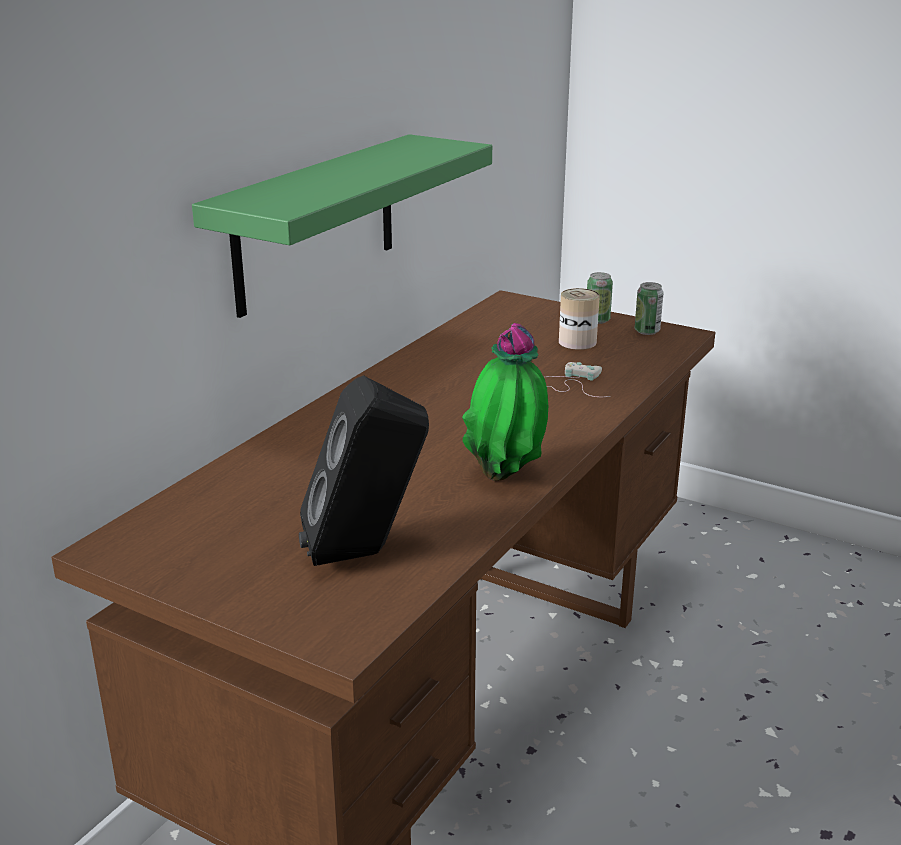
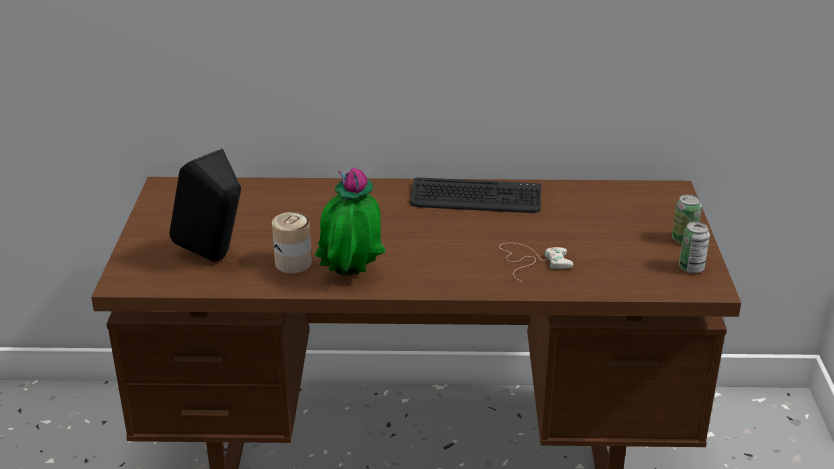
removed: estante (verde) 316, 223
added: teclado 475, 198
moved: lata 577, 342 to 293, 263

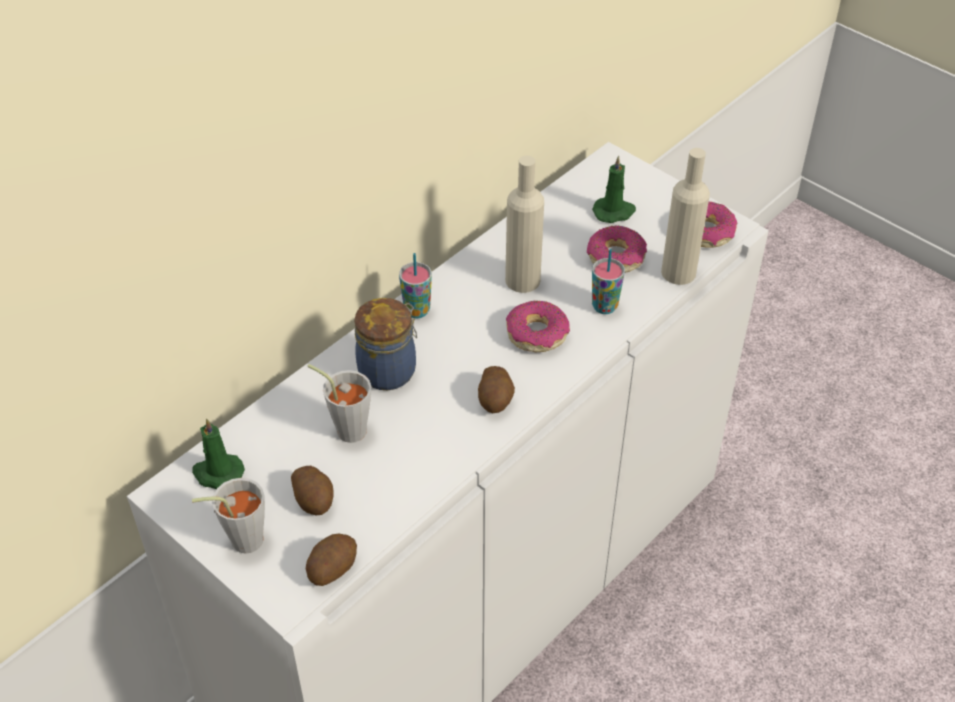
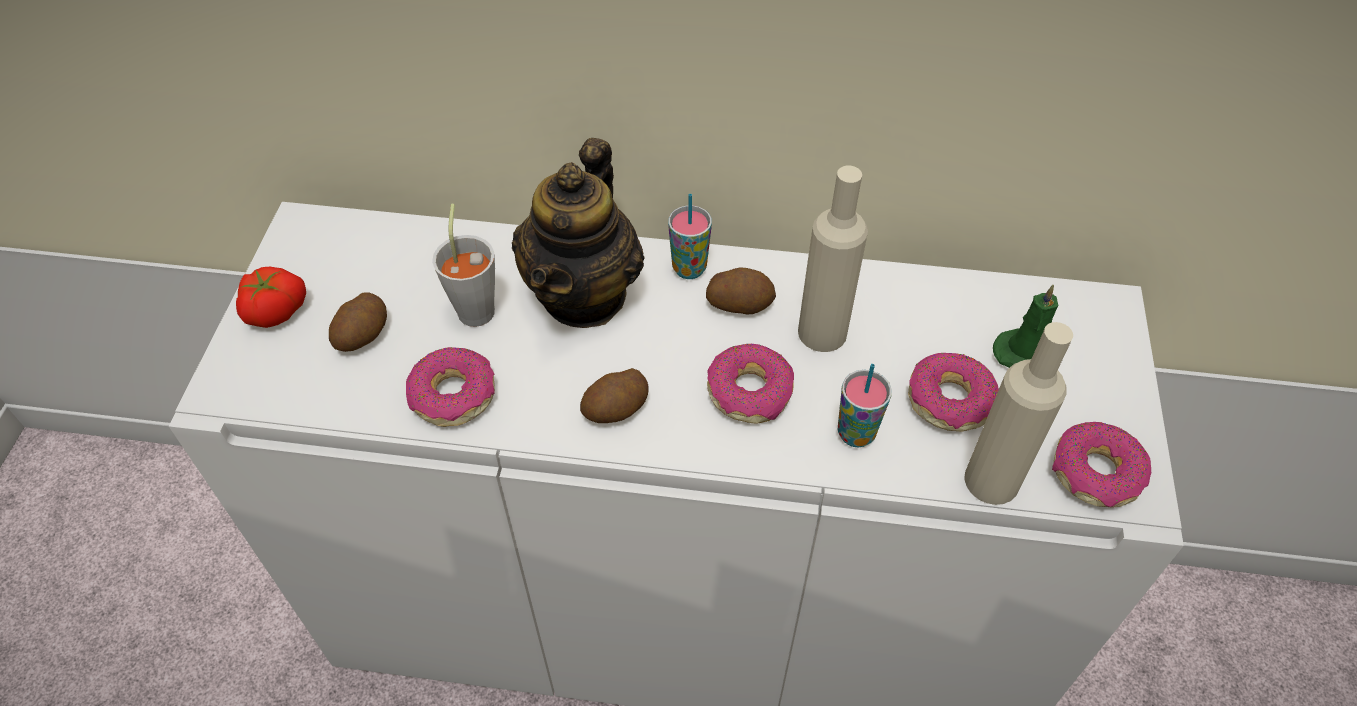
removed: vela (verde) 217, 473
added: rosquilla 453, 395
moved: patata 331, 568 to 739, 303
replaced: tarro 389, 370 to tetera 584, 294; taza (gris) 239, 541 to tomate 274, 309

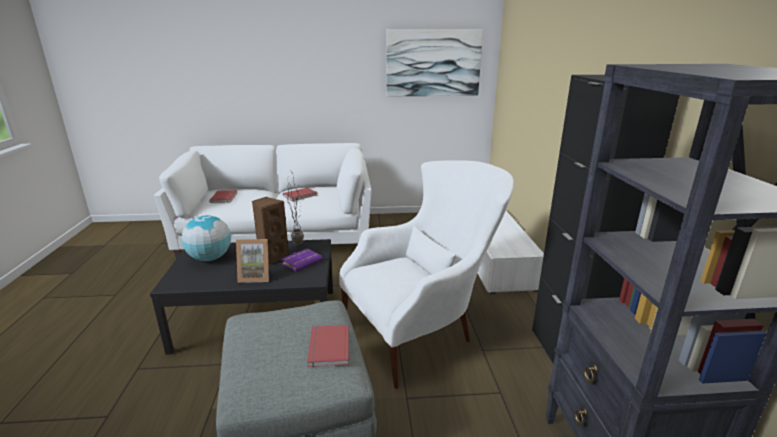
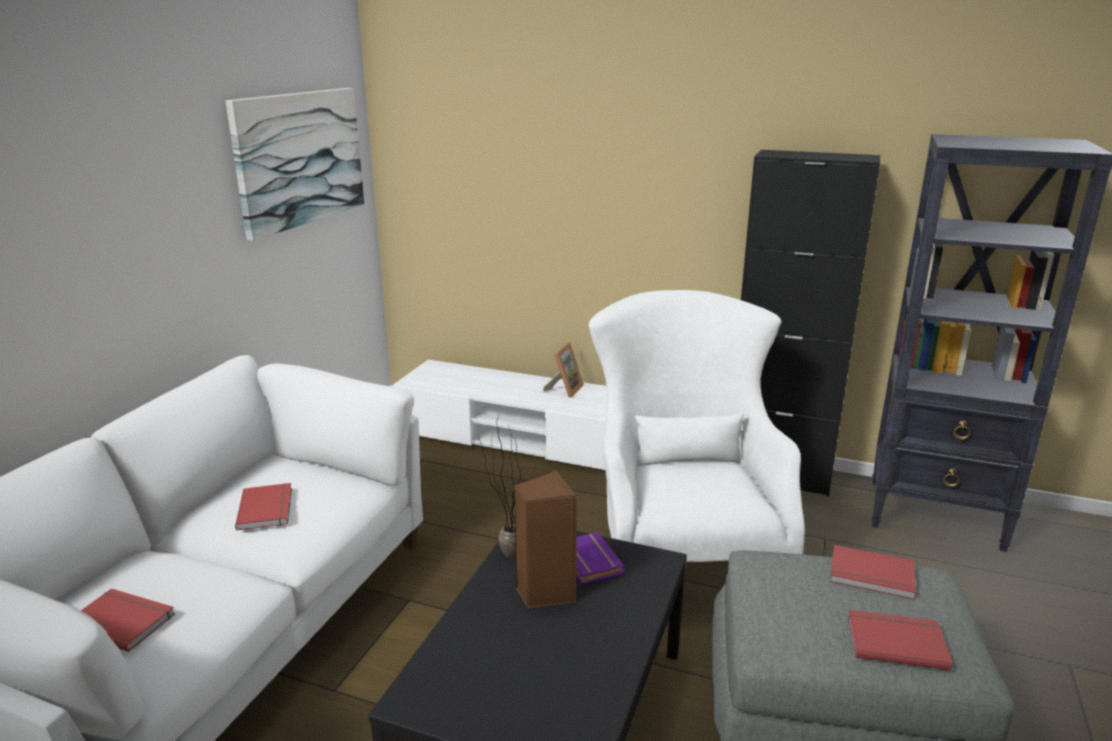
removed: globo terráqueo 210, 258
added: libro (rojo) 895, 640
moved: portarretratos 255, 276 to 564, 389

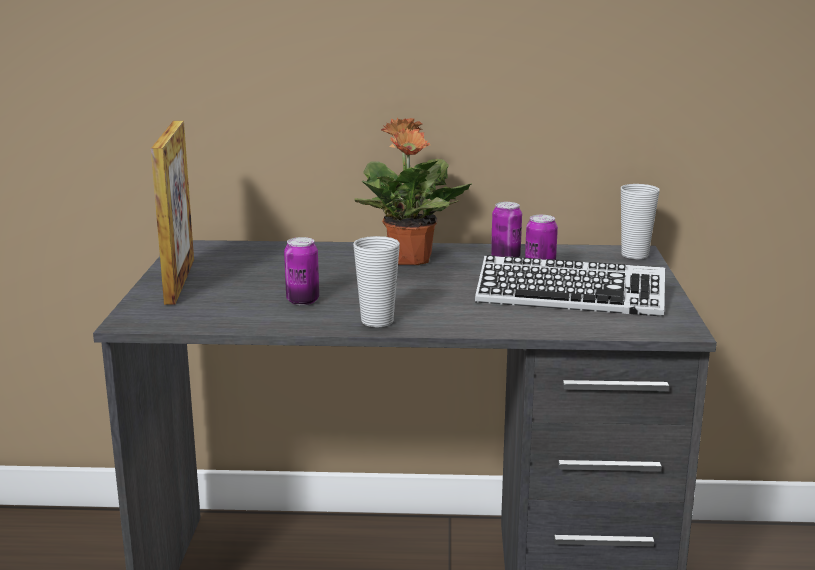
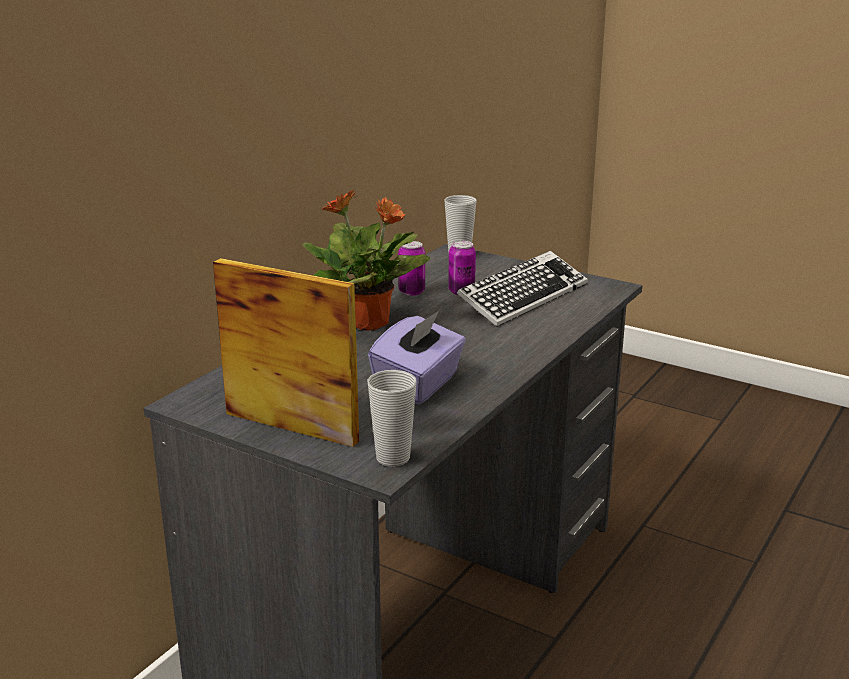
moved: taza 377, 321 to 393, 458
replaced: lata 302, 301 to caja de pañuelos (morado) 419, 385

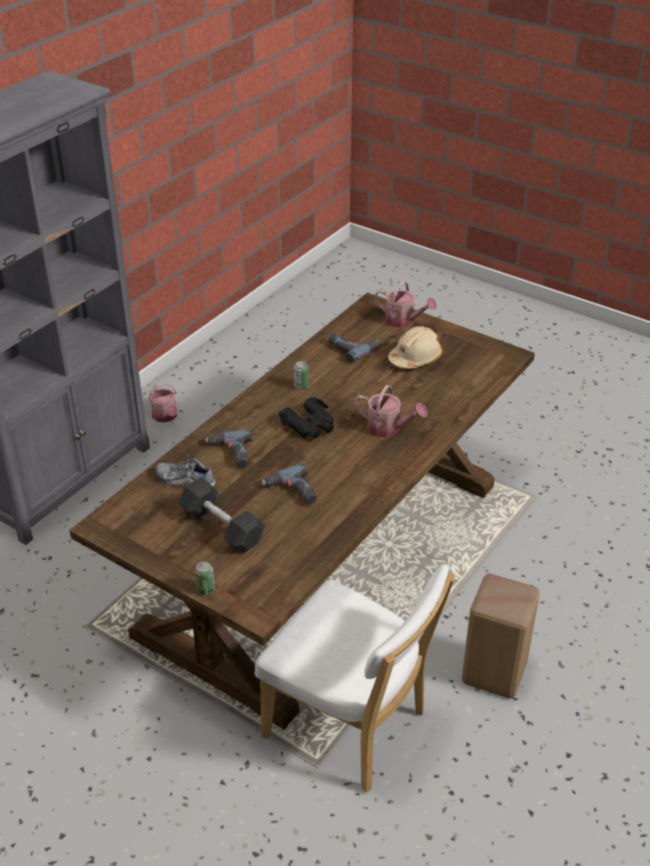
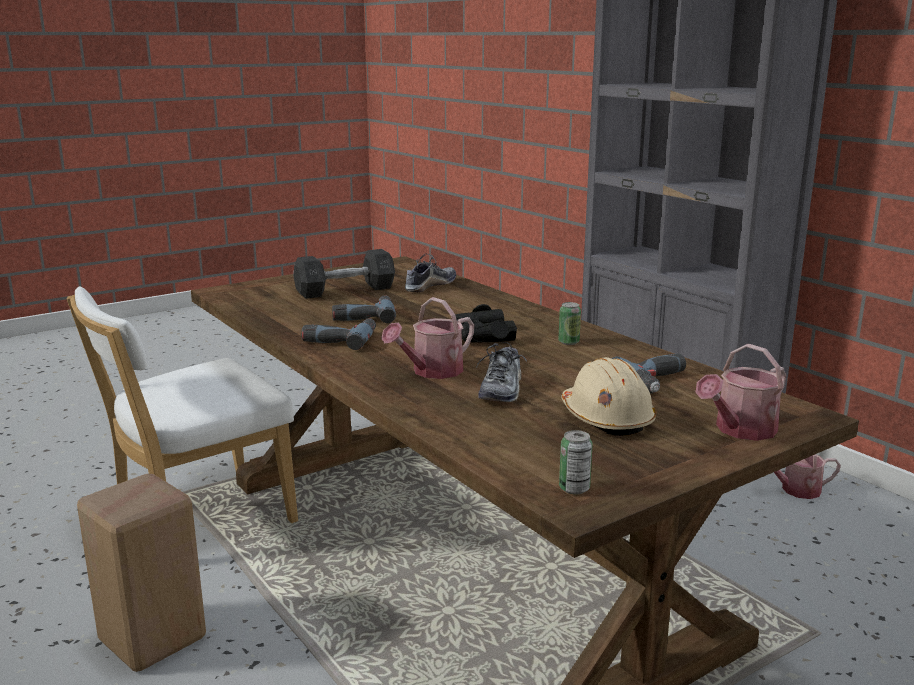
added: zapato 502, 390
moved: taladro 230, 454 to 340, 339; lata 205, 590 to 574, 488

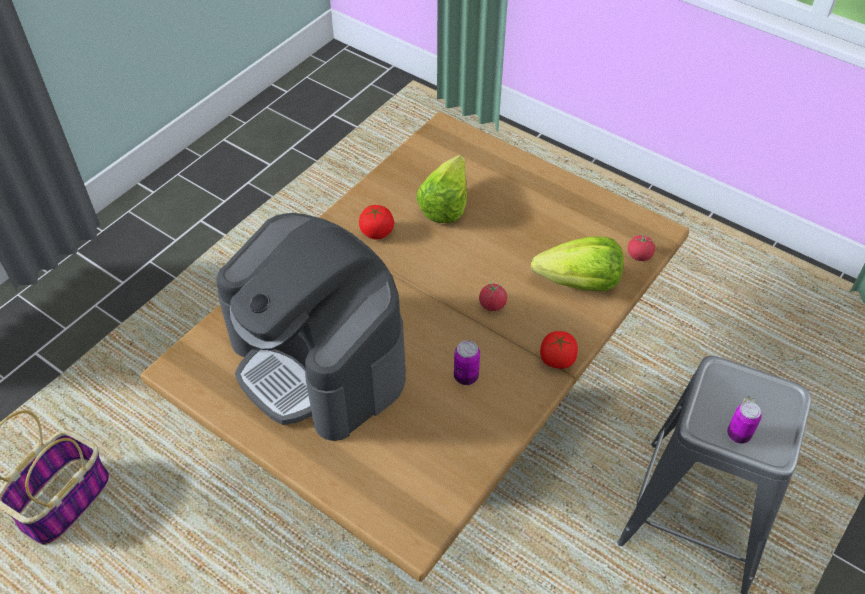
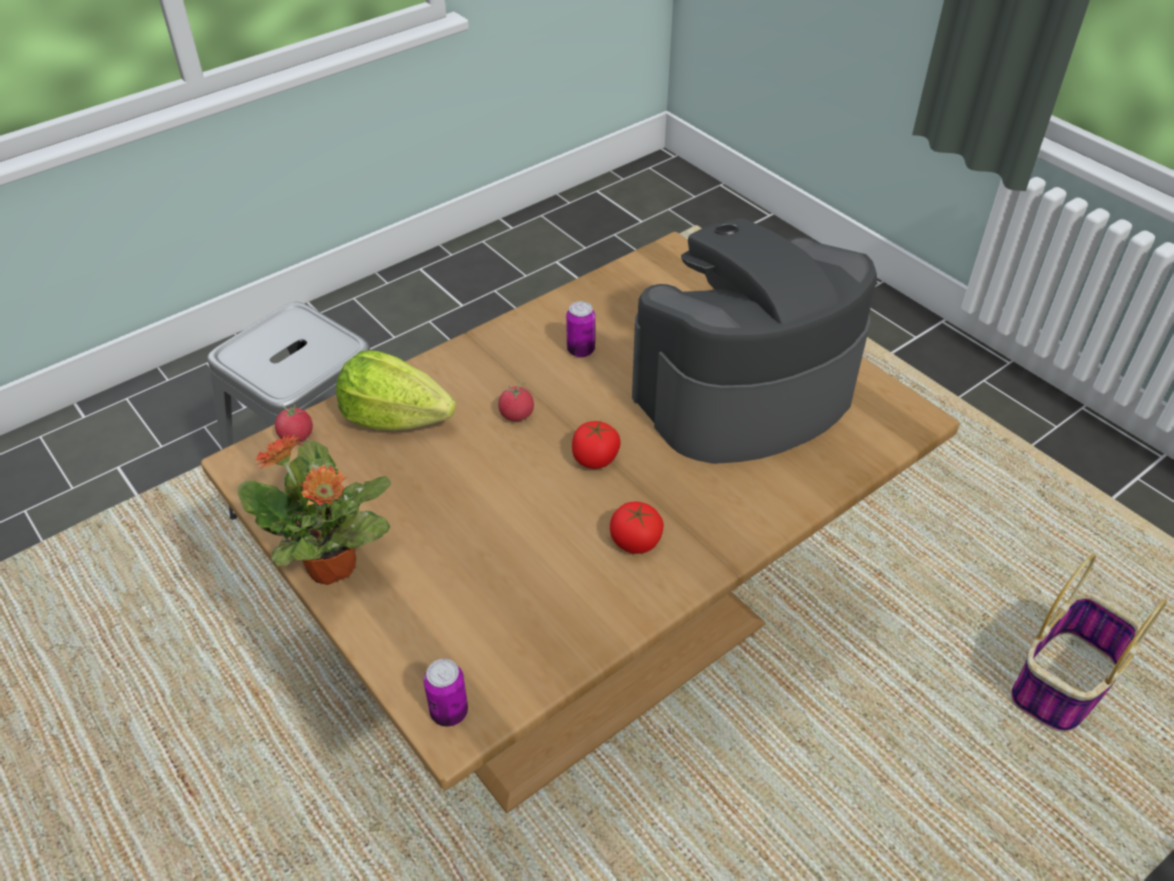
removed: lechuga 449, 201
added: planta en maceta 332, 567
moved: tomate 557, 359 to 595, 459; lata 738, 435 to 449, 712
turned: cafetera 319, 362 = 743, 393 90 degrees counterclockwise

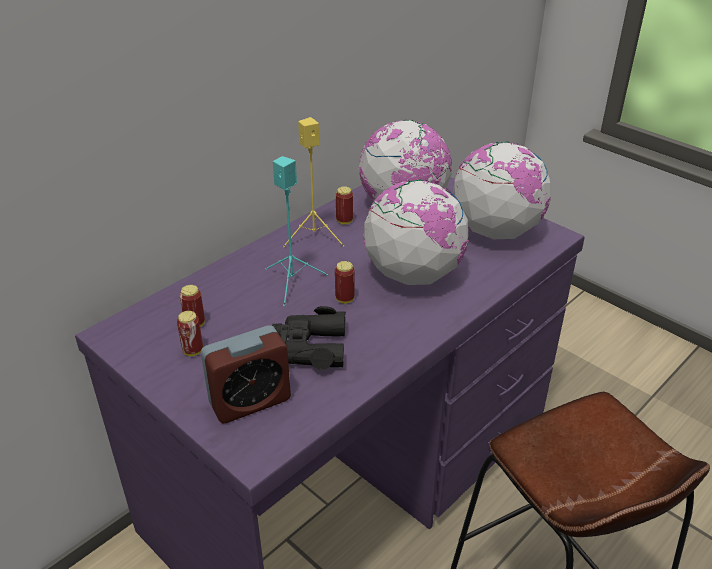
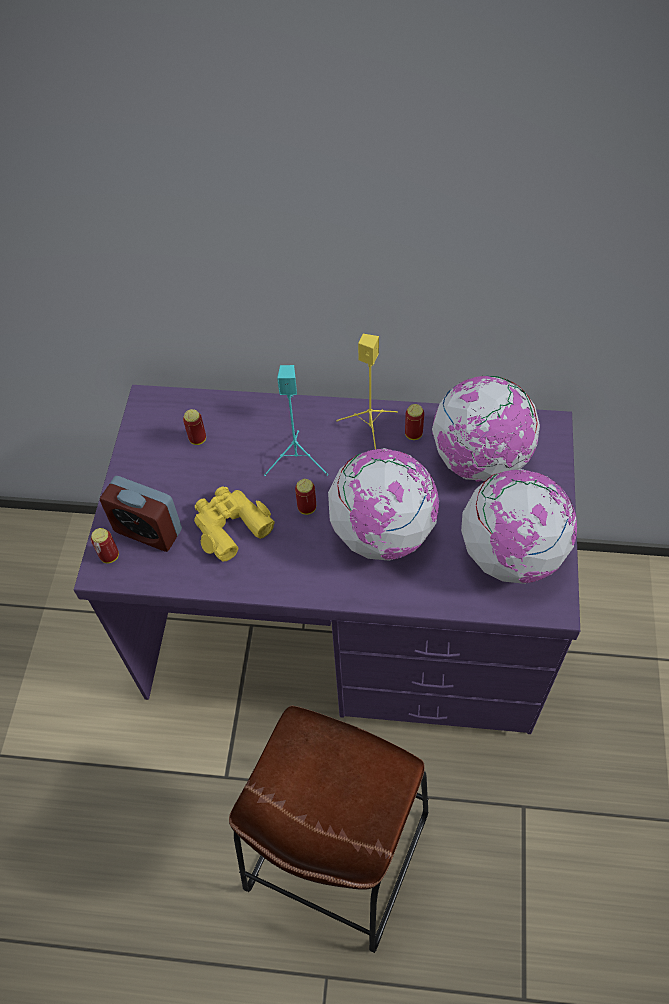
moved: lata 193, 351 to 109, 556
recoloured: prismáticos (negro) 309, 348 to prismáticos (amarillo) 230, 525

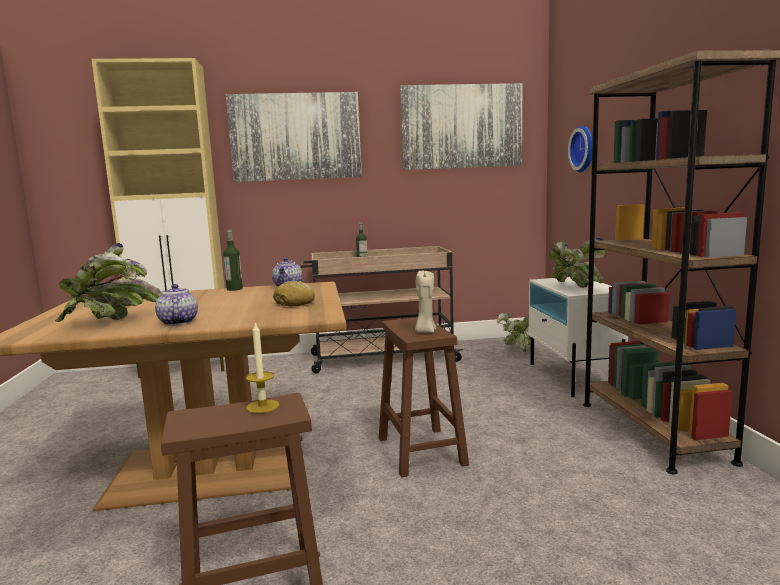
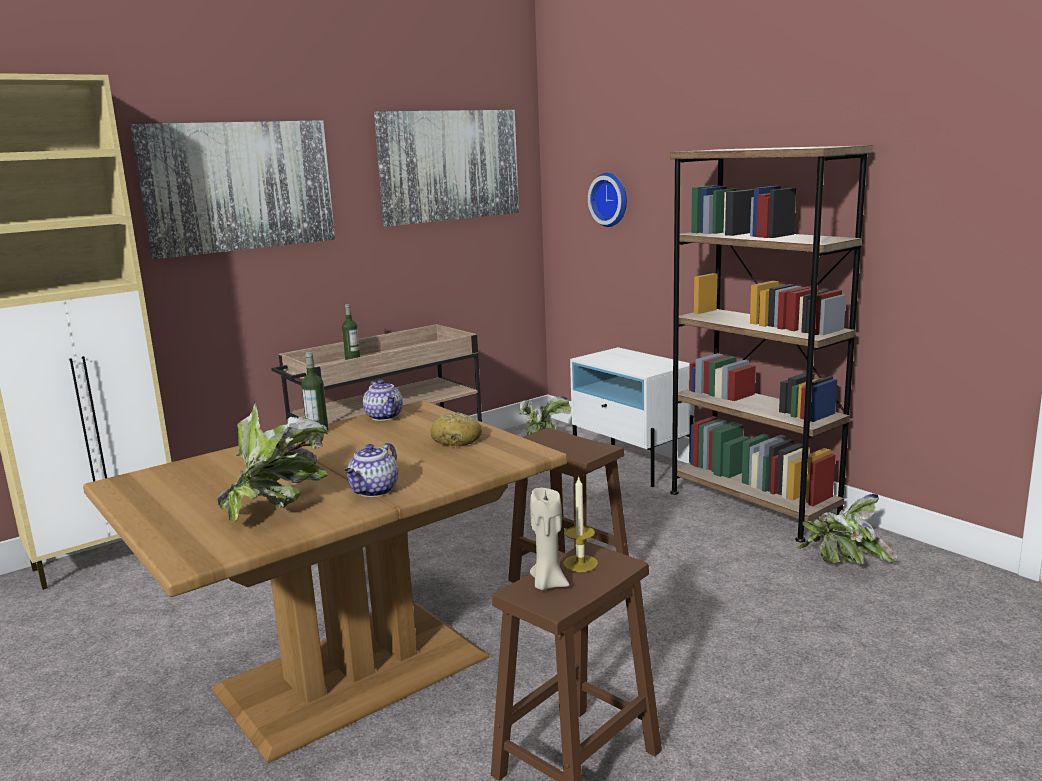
moved: planta en maceta 573, 287 to 842, 565; vela (beis) 425, 331 to 547, 584
turned: tetera 177, 322 = 374, 491 105 degrees counterclockwise

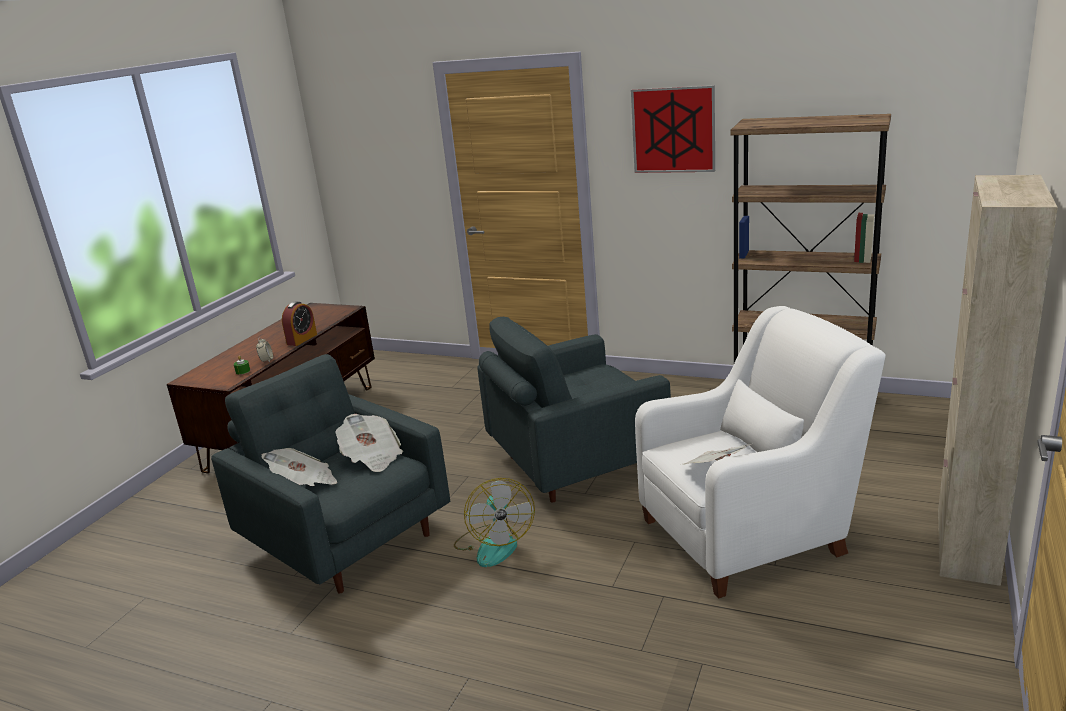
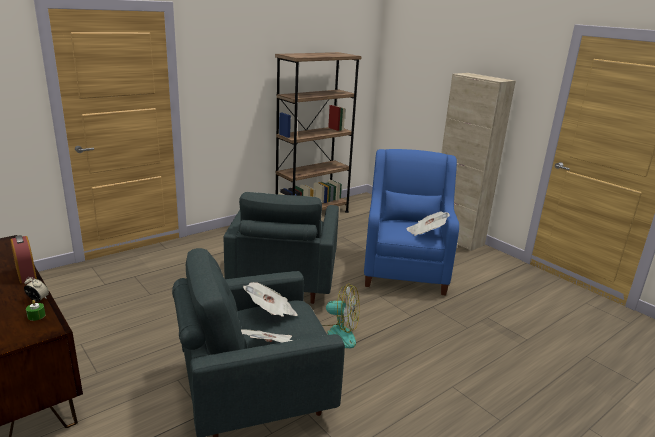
removed: cuadro 673, 130
recoloured: sillón (blanco) 750, 533 to sillón (azul) 405, 269

